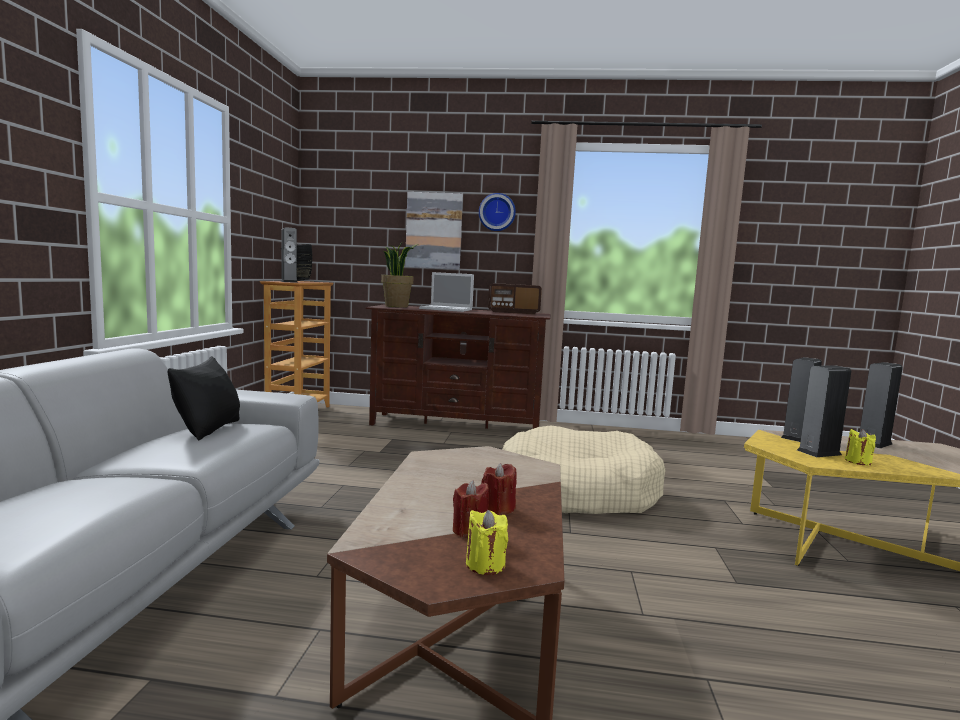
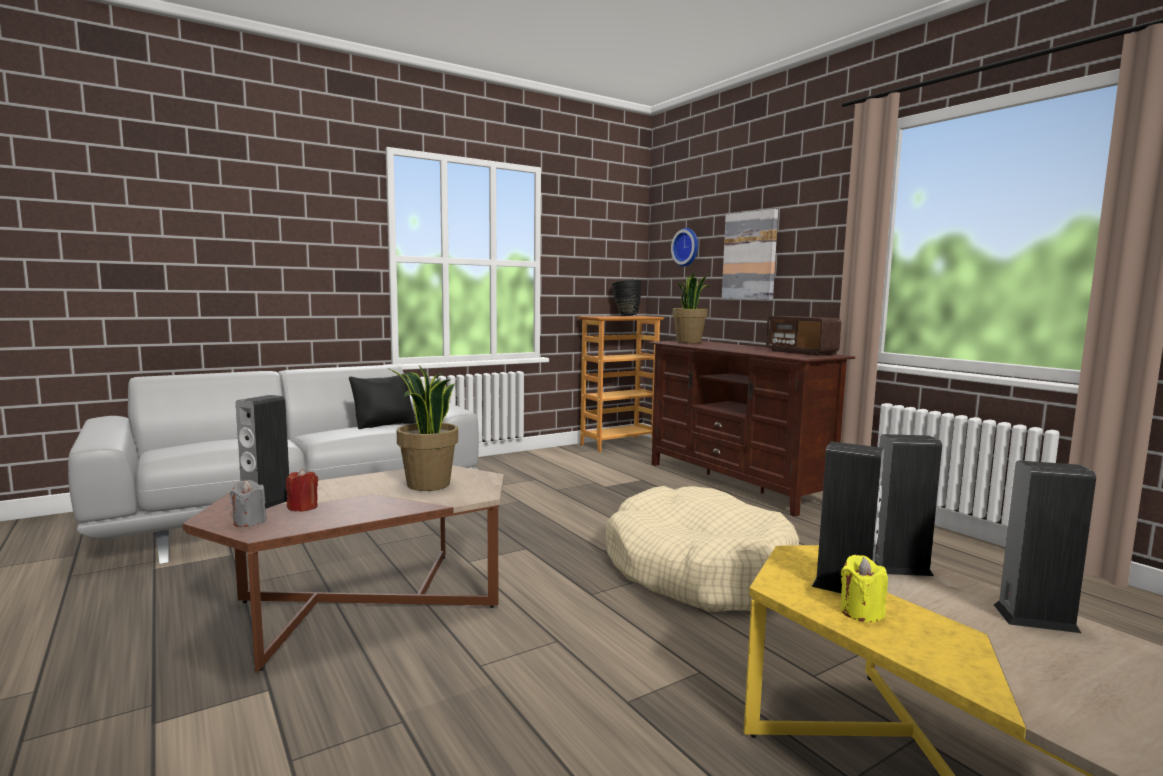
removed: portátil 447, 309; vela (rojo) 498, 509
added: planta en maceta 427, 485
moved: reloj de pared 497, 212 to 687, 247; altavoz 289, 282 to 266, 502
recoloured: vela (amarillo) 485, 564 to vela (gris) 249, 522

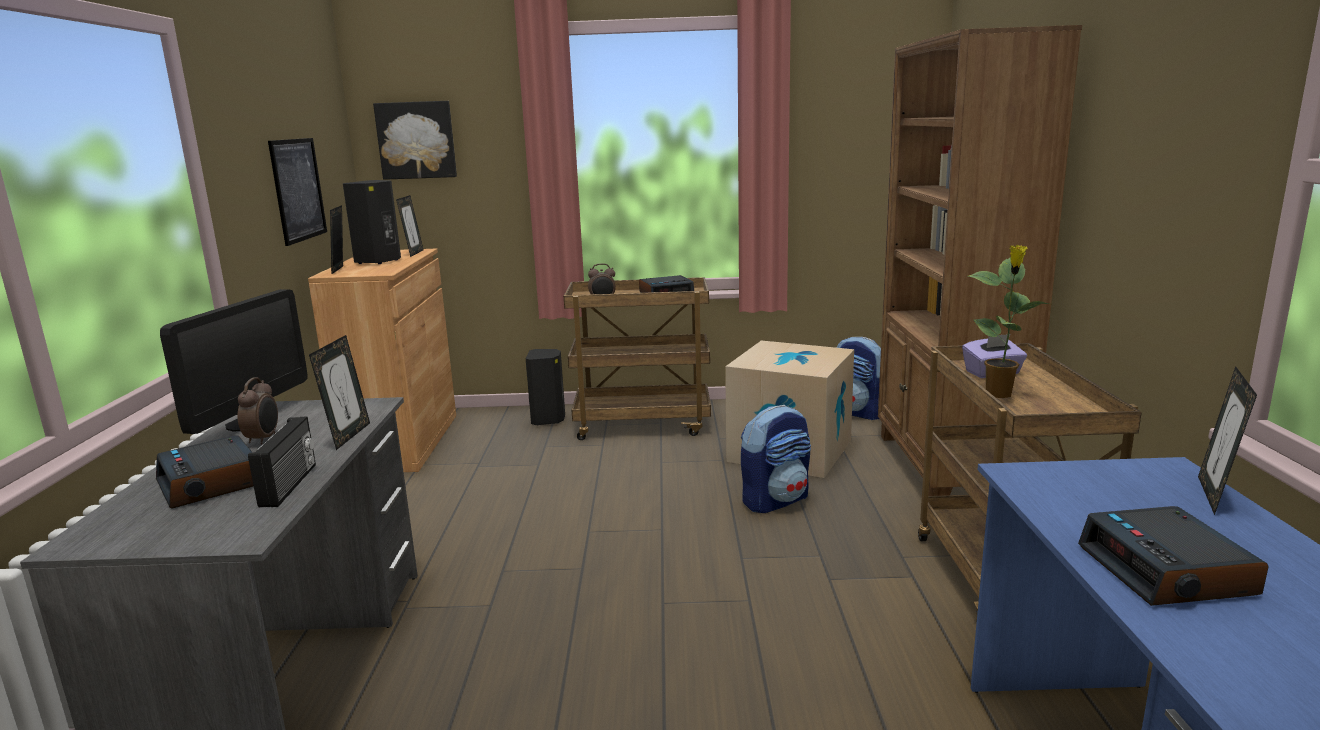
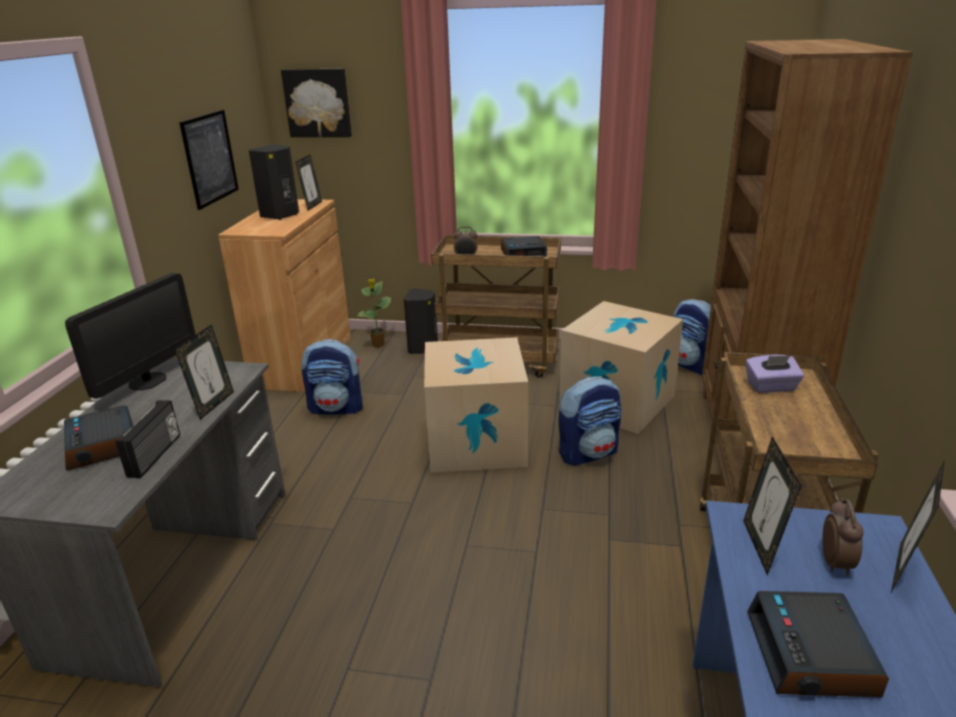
added: caja de cartón 476, 442; mochila 337, 408
moved: portarretratos 341, 270 to 761, 546; planta en maceta 1000, 394 to 378, 345; despertador 264, 439 to 836, 563

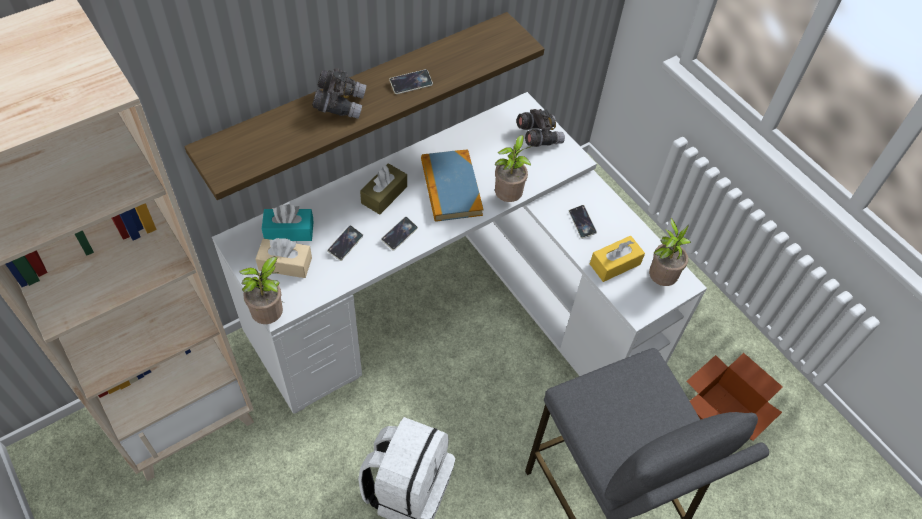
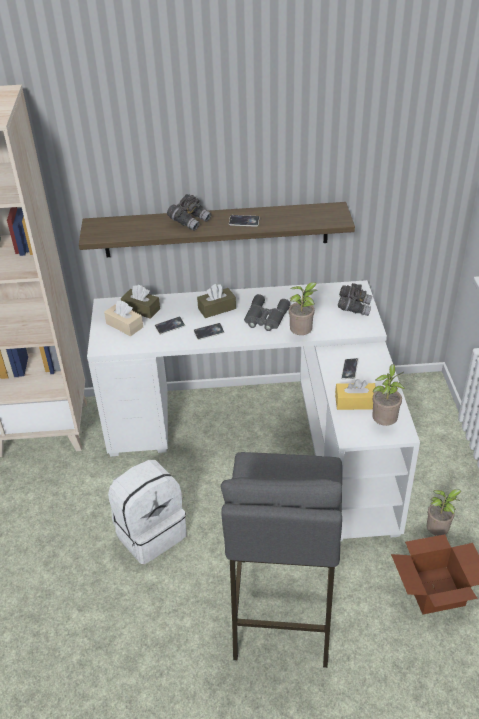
moved: planta en maceta 271, 316 to 438, 532
replaced: libro 451, 188 to prismáticos (gris) 265, 318
recoloured: caja de pañuelos (turquesa) 289, 231 to caja de pañuelos (marrón) 141, 309

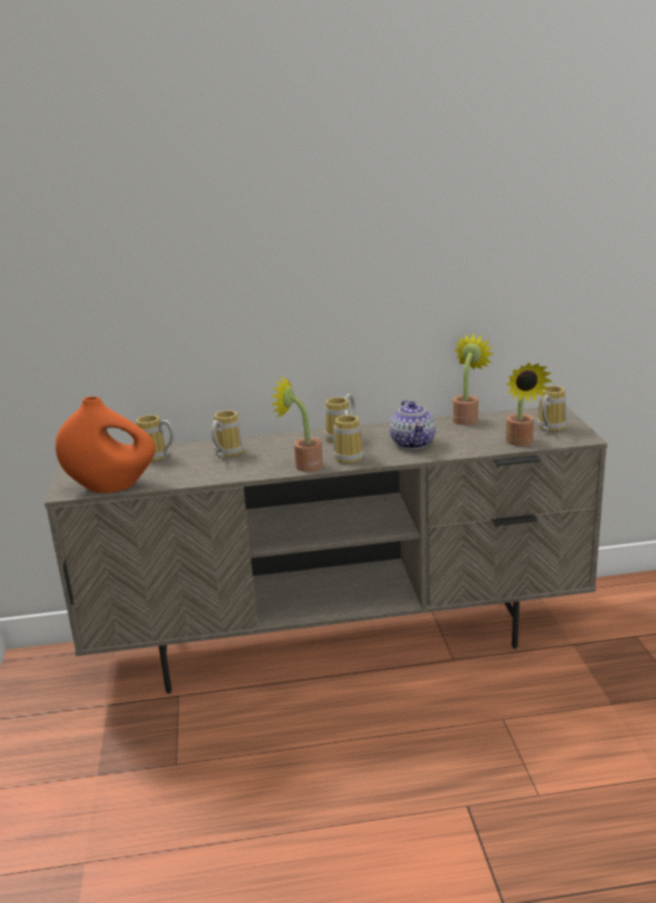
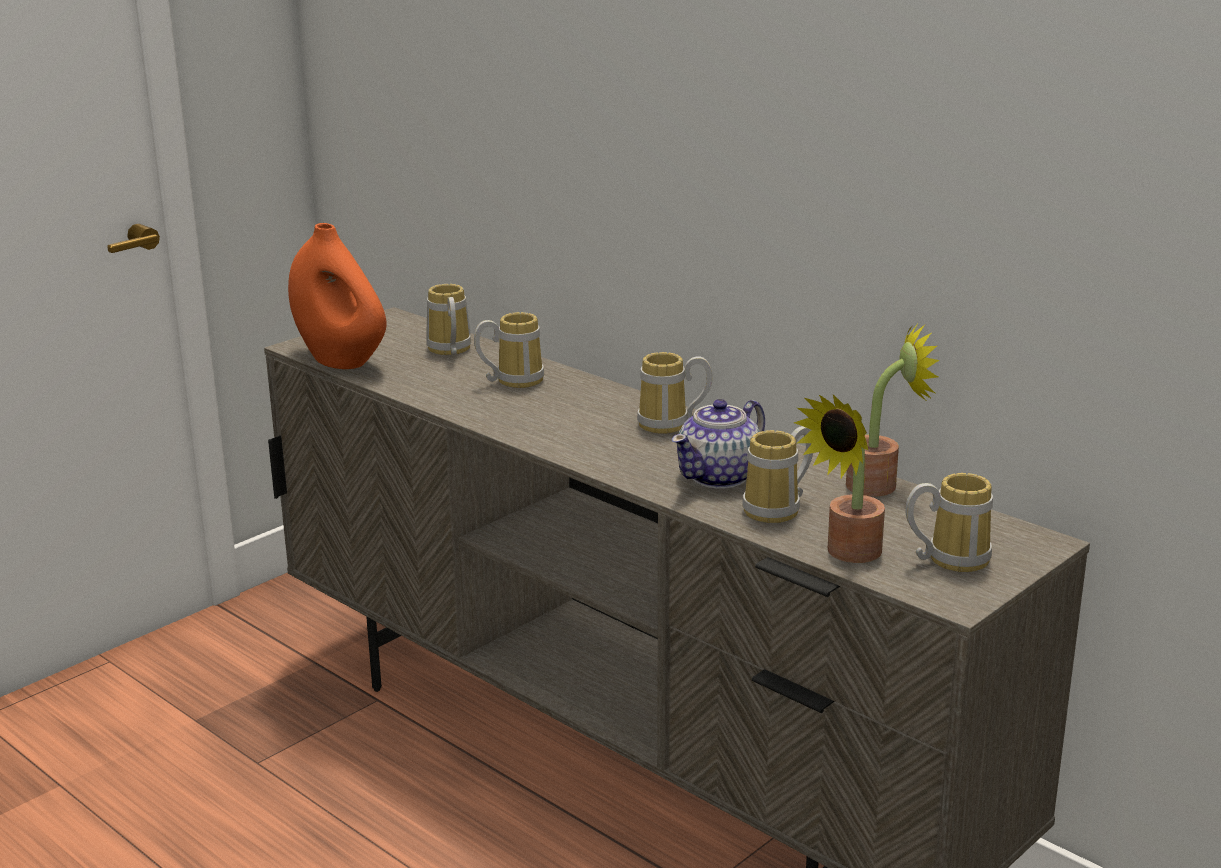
removed: planta en maceta 303, 465
moved: taza grande 350, 456 to 779, 510

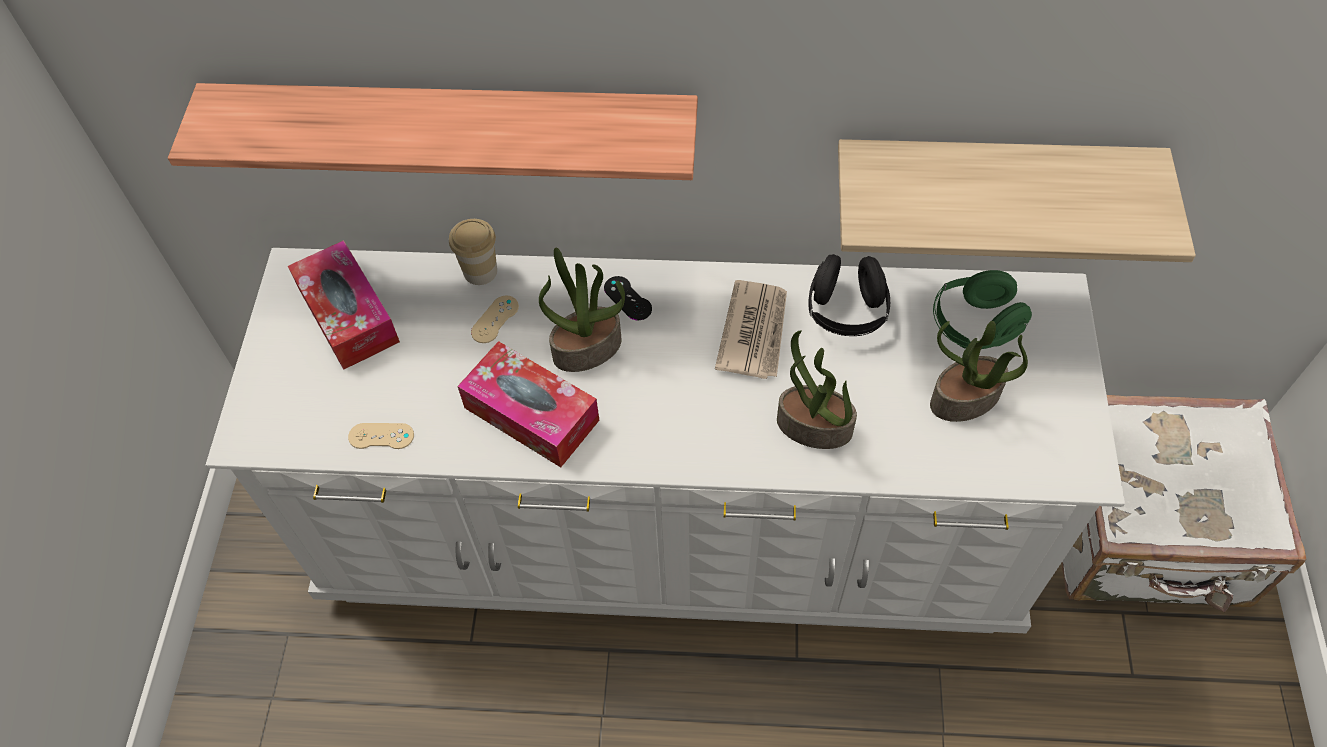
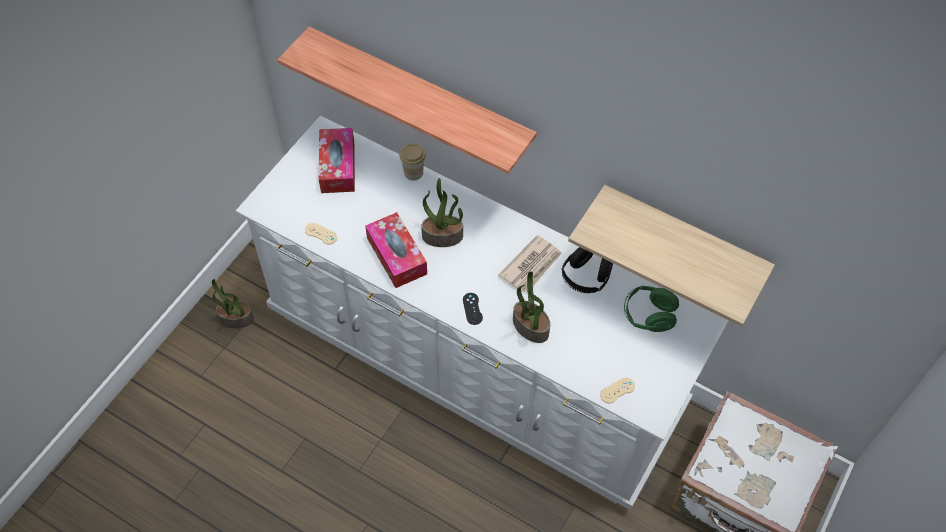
moved: mando de consola (negro) 627, 298 to 472, 309; mando de consola (beis) 495, 319 to 617, 390; planta en maceta 964, 400 to 235, 319

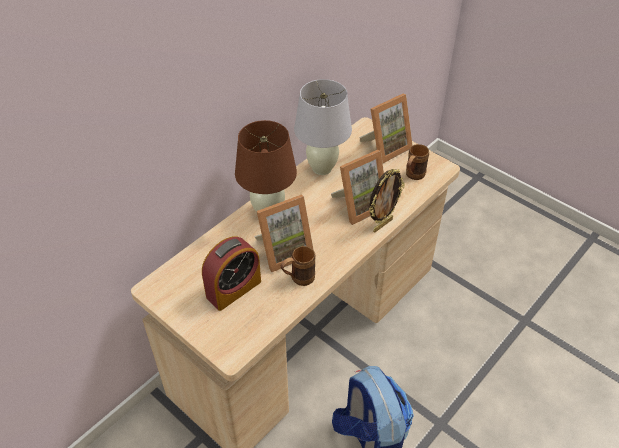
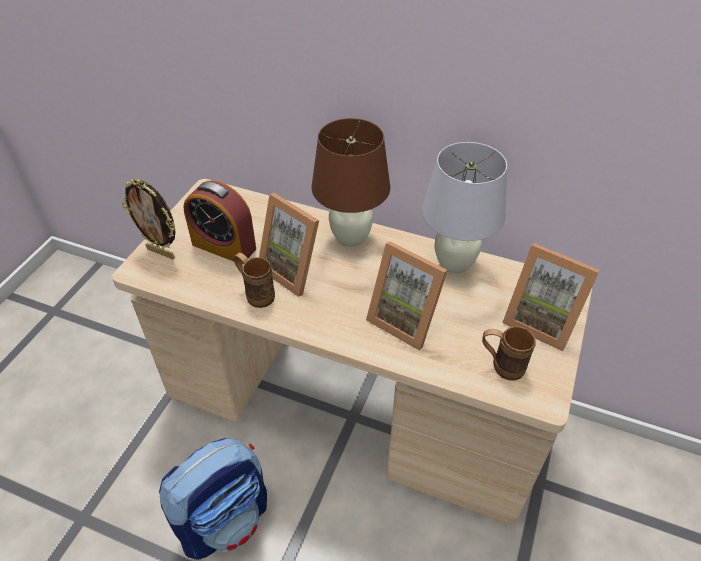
moved: portarretratos 382, 224 to 162, 252

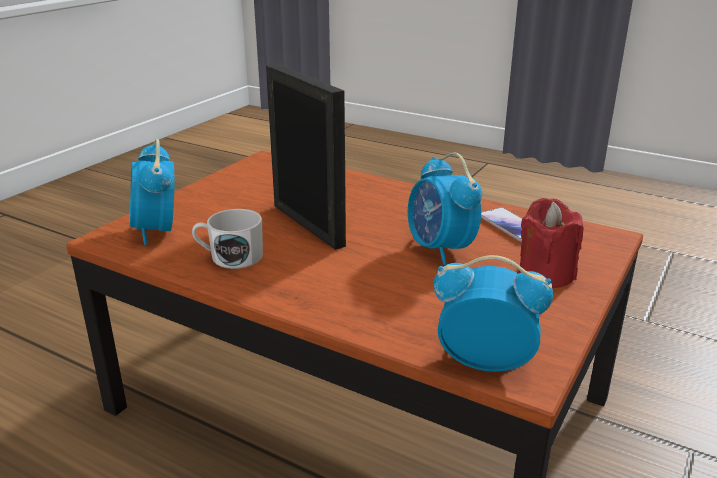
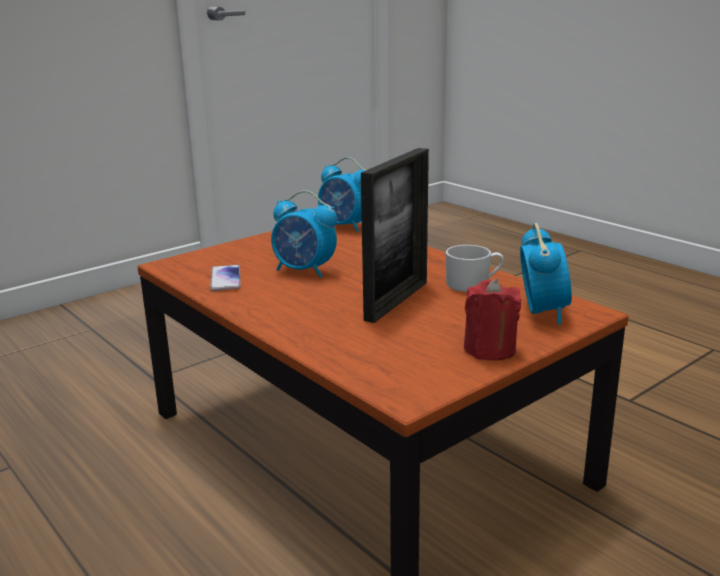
moved: vela (rojo) 545, 274 to 489, 349
turned: portarretratos 308, 225 = 396, 300 135 degrees counterclockwise; despertador 440, 249 = 304, 271 120 degrees clockwise

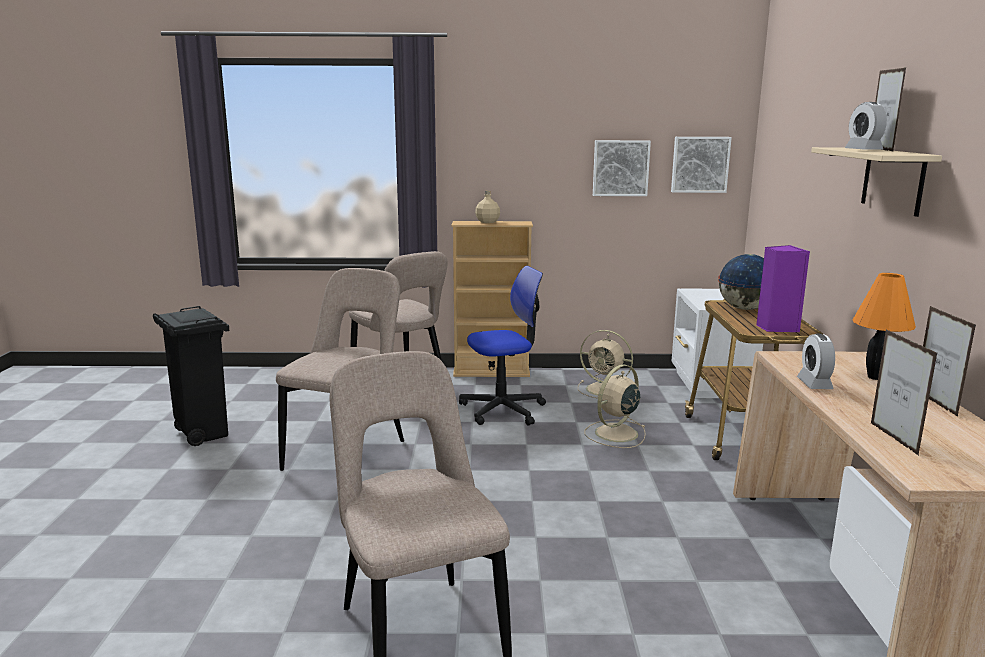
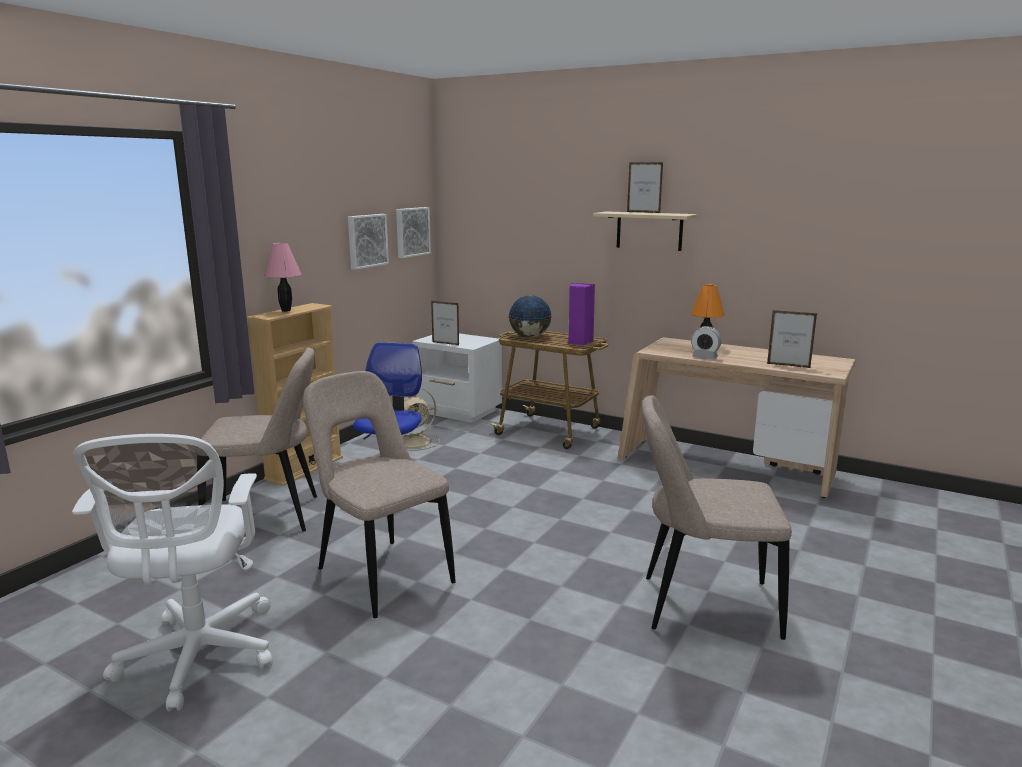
removed: despertador 863, 150; ventilador (beis) 615, 434
moved: portarretratos 935, 403 to 445, 344
replaced: botella (beis) 487, 222 to lámpara de mesa (rosa) 285, 310; papelera (negro) 202, 434 to silla de oficina (blanco) 197, 659

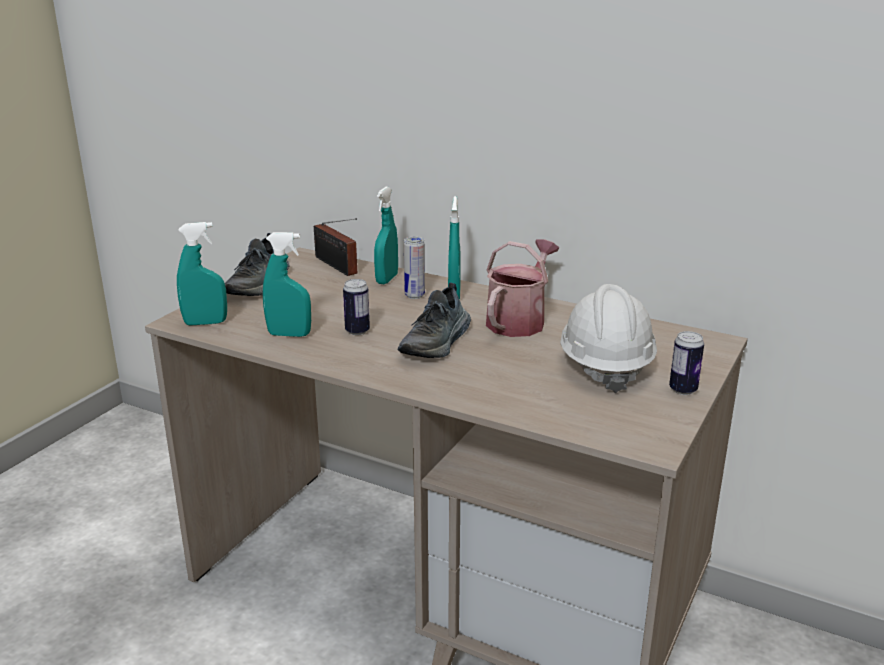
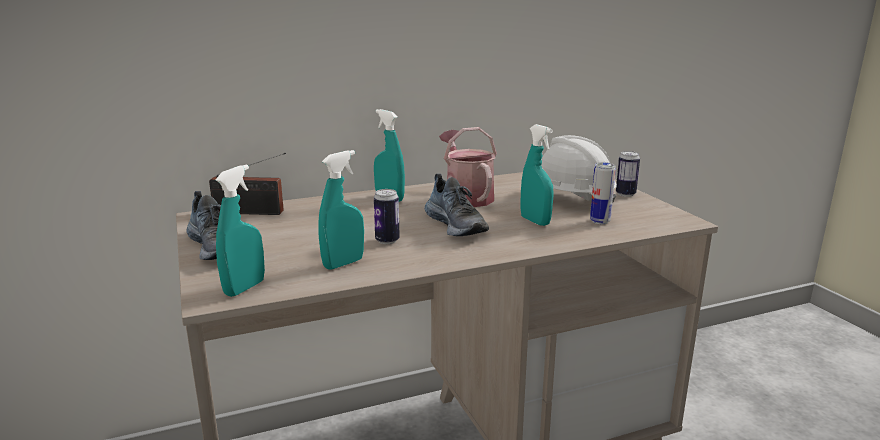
moved: pulverizador (turquesa) 387, 279 to 535, 221; lata 414, 295 to 600, 221

